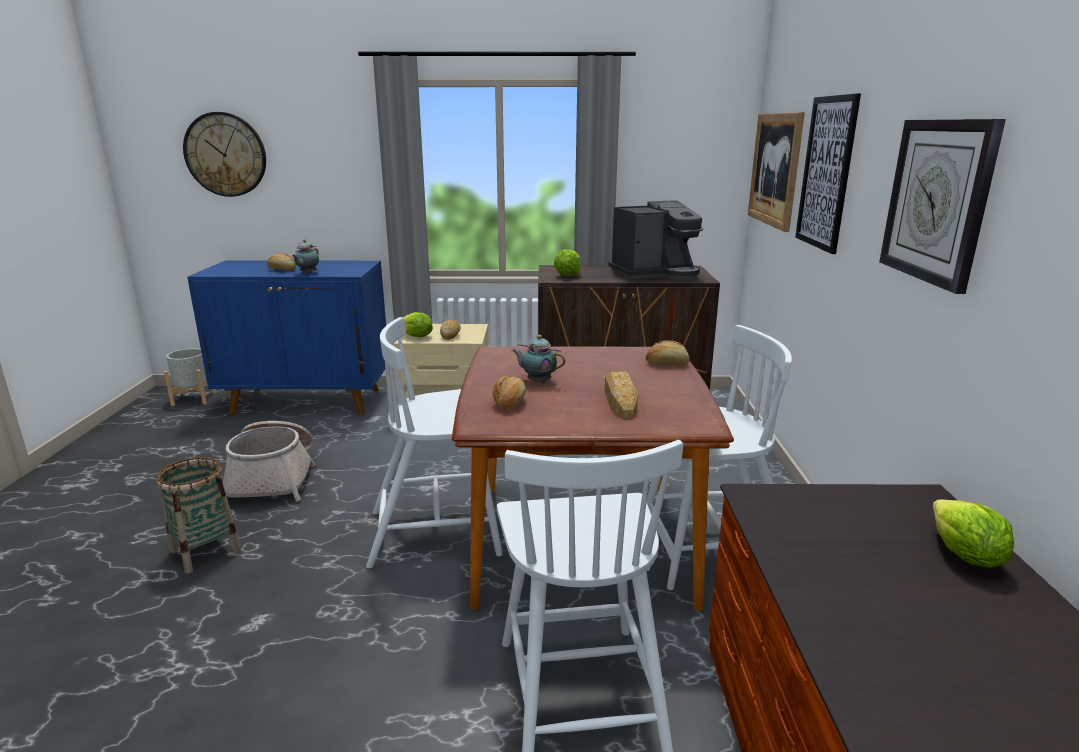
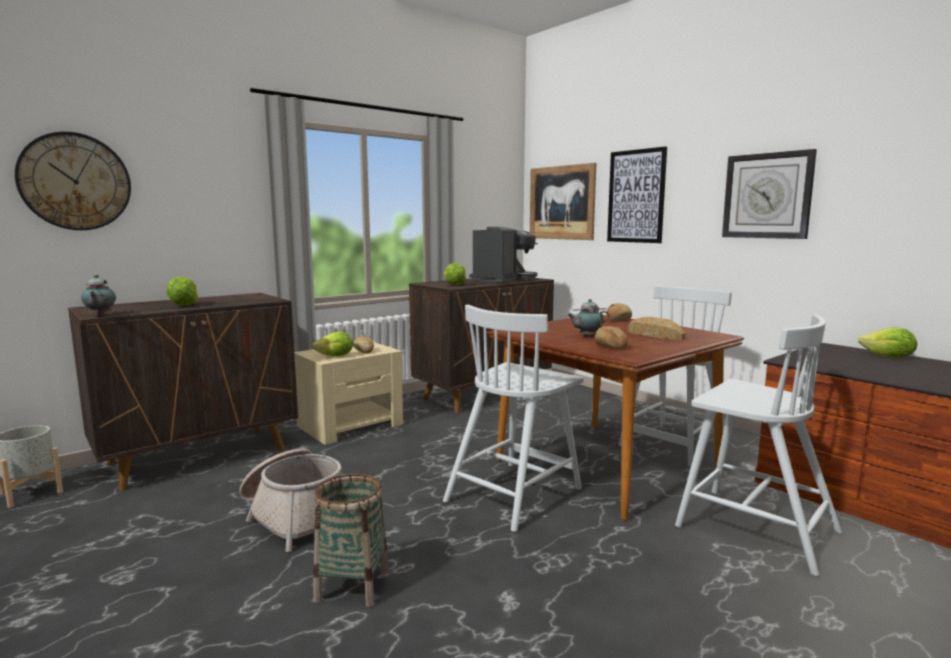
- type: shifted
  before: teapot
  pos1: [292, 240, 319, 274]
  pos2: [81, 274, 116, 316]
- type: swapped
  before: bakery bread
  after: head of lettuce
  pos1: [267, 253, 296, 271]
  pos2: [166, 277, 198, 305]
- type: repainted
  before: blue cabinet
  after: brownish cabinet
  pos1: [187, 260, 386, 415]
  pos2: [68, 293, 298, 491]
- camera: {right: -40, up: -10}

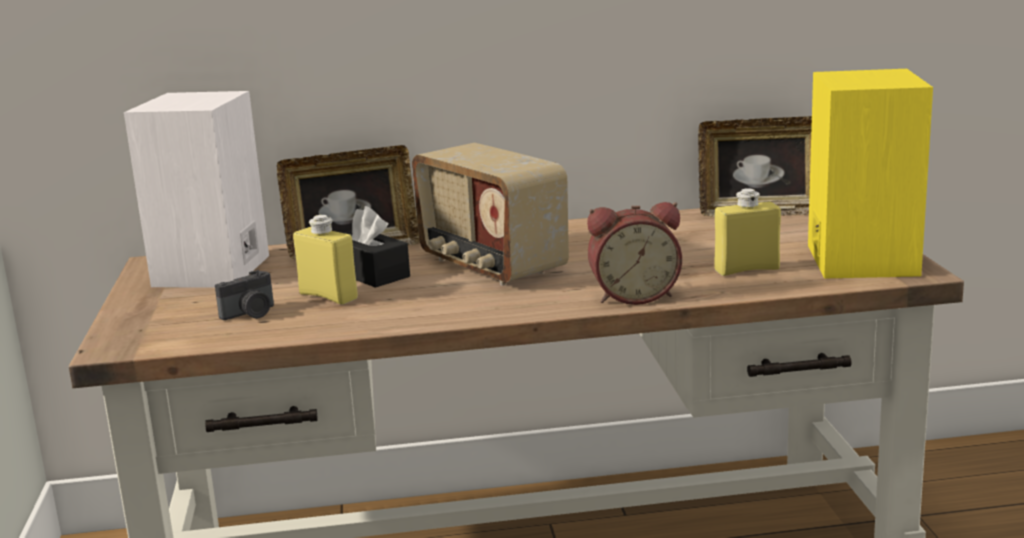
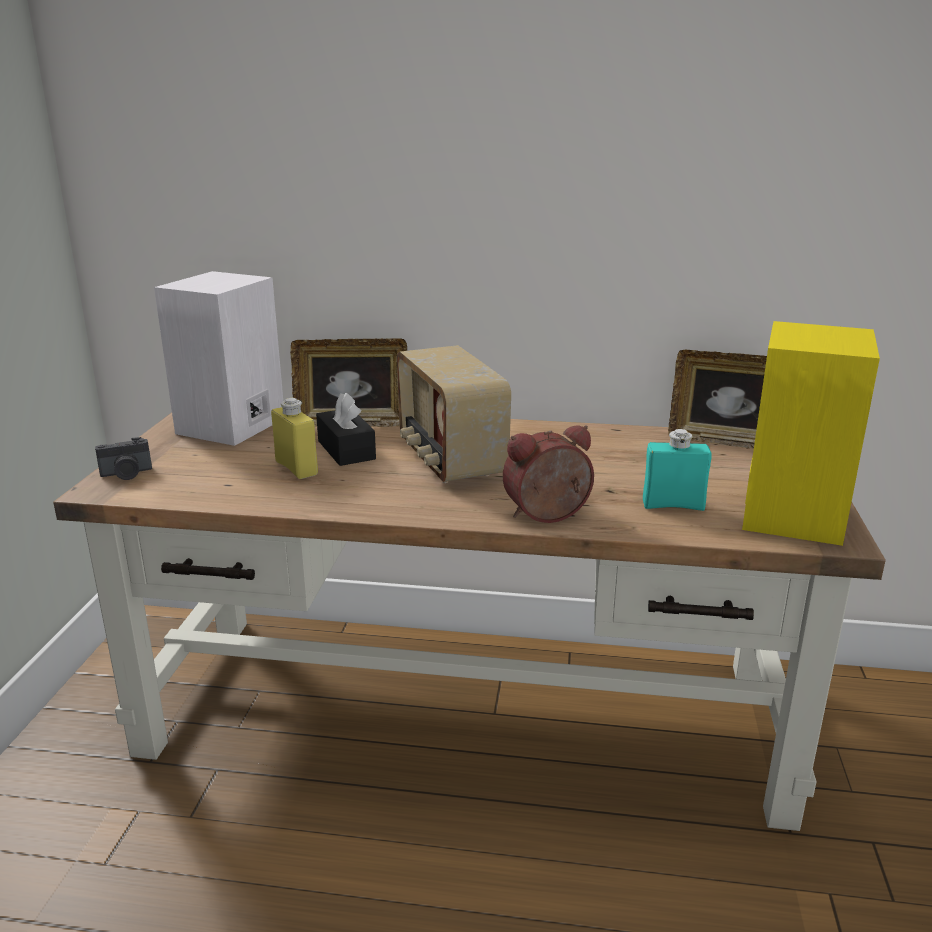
- type: repainted
  before: yellow-coloured bottle
  after: turquoise bottle
  pos1: [714, 188, 781, 276]
  pos2: [643, 429, 712, 511]
- type: rotated
  before: alarm clock
  pos1: [587, 202, 682, 305]
  pos2: [503, 425, 594, 523]
  turn: 150
- type: shifted
  before: photo camera
  pos1: [215, 270, 274, 320]
  pos2: [95, 437, 152, 480]
- camera: {right: 15, up: 5}

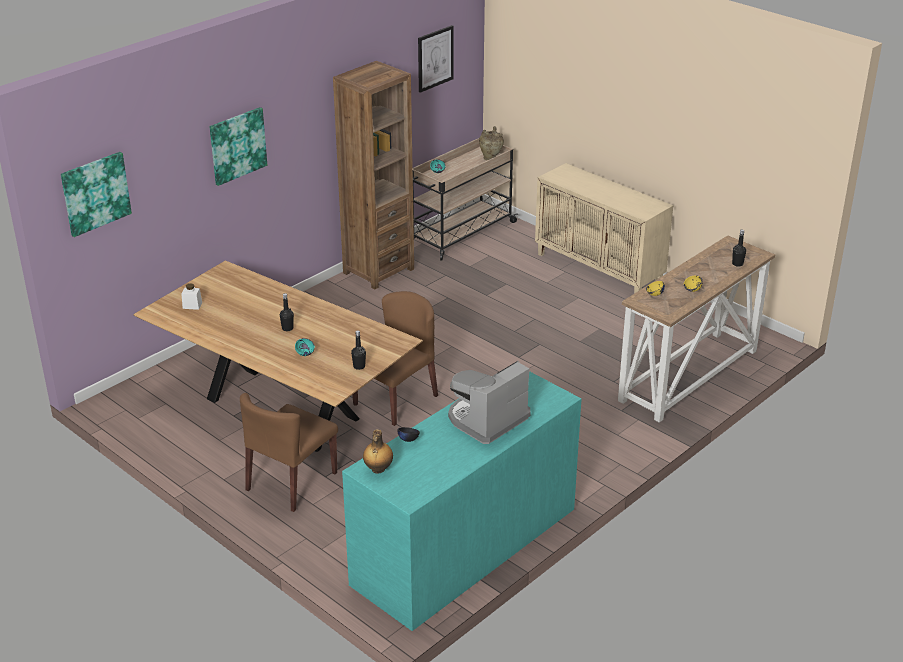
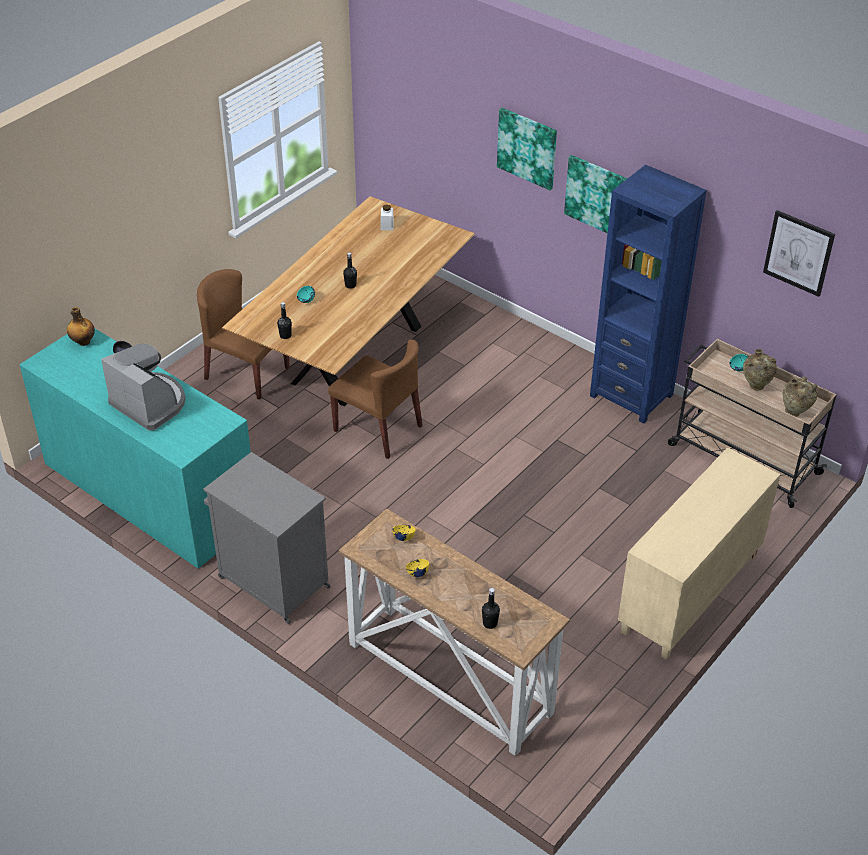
- type: repainted
  before: brownish bookcase
  after: blue bookcase
  pos1: [333, 61, 414, 290]
  pos2: [590, 165, 707, 424]
- type: shifted
  before: wall picture
  pos1: [61, 152, 132, 237]
  pos2: [564, 155, 628, 233]
- type: new
  after: beige flower vase
  pos2: [743, 349, 777, 390]
- type: new
  after: gray cabinet
  pos2: [203, 452, 331, 624]
- camera: {right: 85, up: 10}

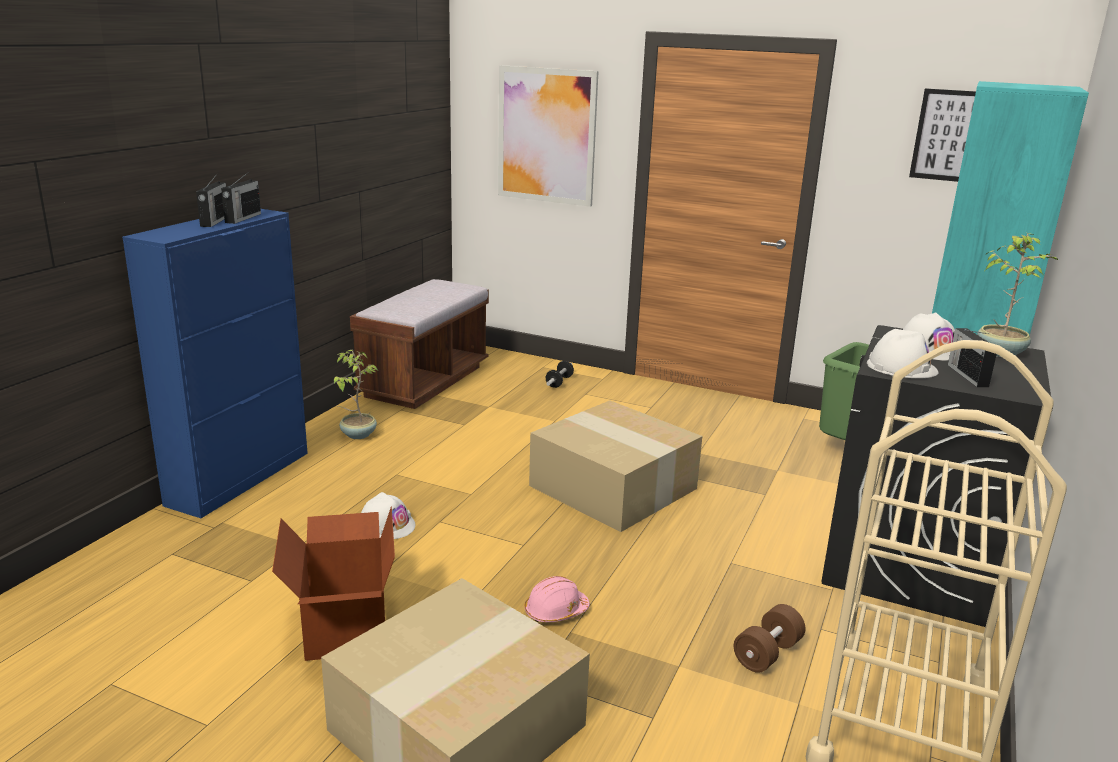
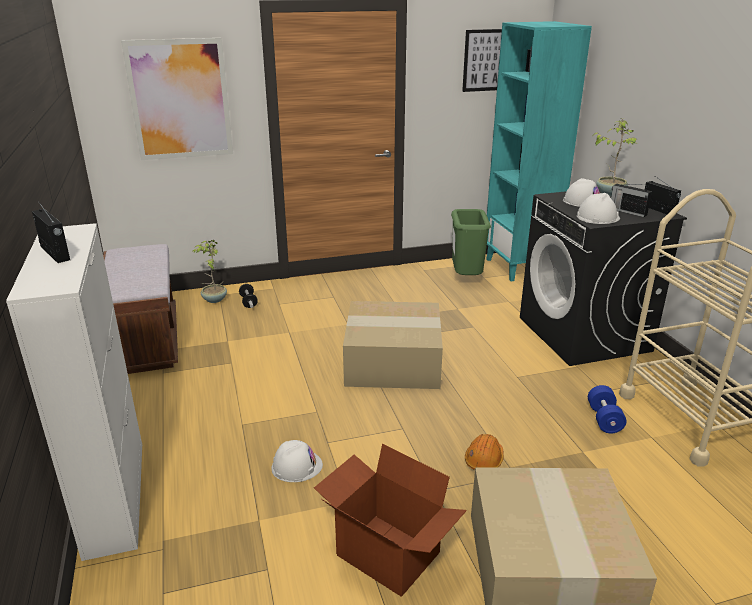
- type: shifted
  before: radio
  pos1: [221, 174, 261, 224]
  pos2: [645, 177, 681, 215]
- type: repainted
  before: blue cabinet
  after: white cabinet
  pos1: [122, 209, 308, 518]
  pos2: [6, 223, 142, 561]
- type: shifted
  before: plant in a pot
  pos1: [334, 350, 378, 439]
  pos2: [193, 240, 227, 303]
- type: repainted
  before: pink-coloured work helmet
  after: orange-coloured work helmet
  pos1: [524, 576, 590, 622]
  pos2: [465, 434, 504, 470]
- type: repainted
  before: brownish dumbbell
  after: blue dumbbell
  pos1: [734, 604, 805, 673]
  pos2: [588, 385, 626, 433]
- camera: {right: -40, up: 5}

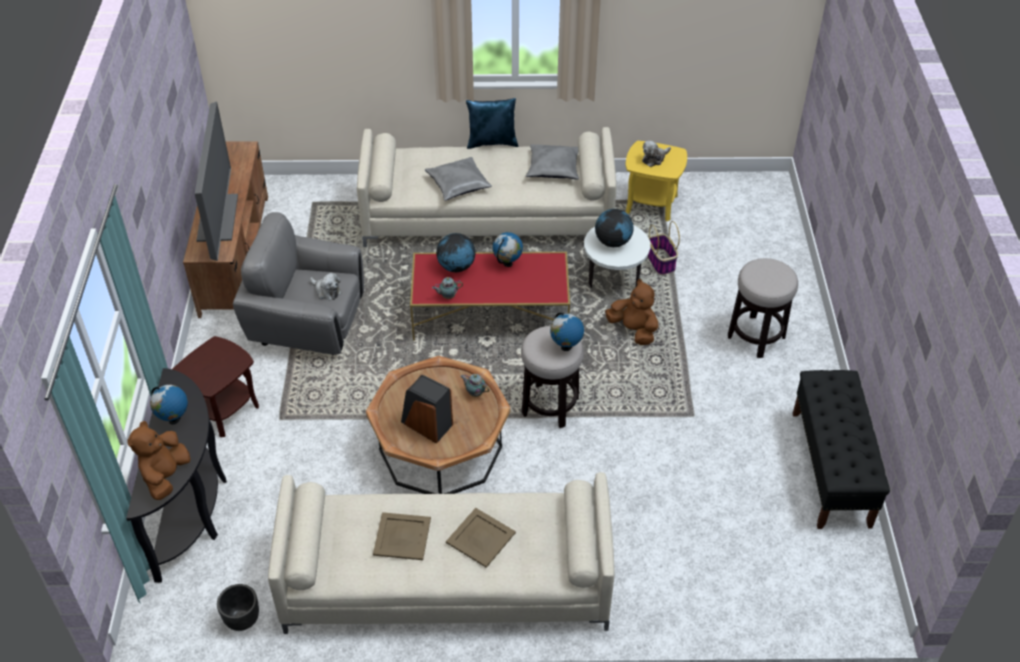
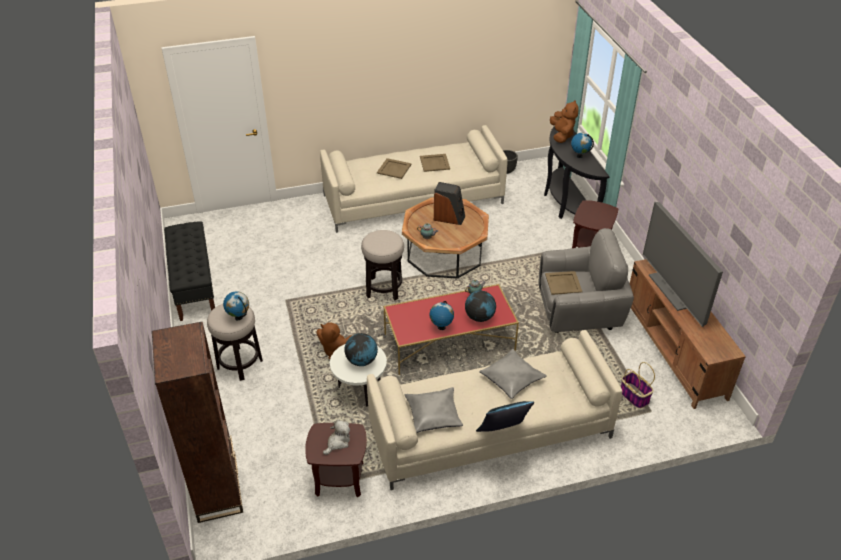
- type: repainted
  before: yellow-coloured accent table
  after: brownish accent table
  pos1: [625, 141, 687, 221]
  pos2: [305, 423, 367, 497]
- type: shifted
  before: household basket
  pos1: [648, 221, 680, 275]
  pos2: [621, 362, 655, 408]
- type: swapped
  before: soft toy
  after: beige carrying tray
  pos1: [310, 273, 342, 300]
  pos2: [545, 271, 582, 295]
- type: shifted
  before: globe
  pos1: [550, 313, 584, 351]
  pos2: [223, 291, 249, 320]
- type: new
  after: brownish bookcase
  pos2: [152, 321, 243, 523]
- camera: {right: 165, up: -5}

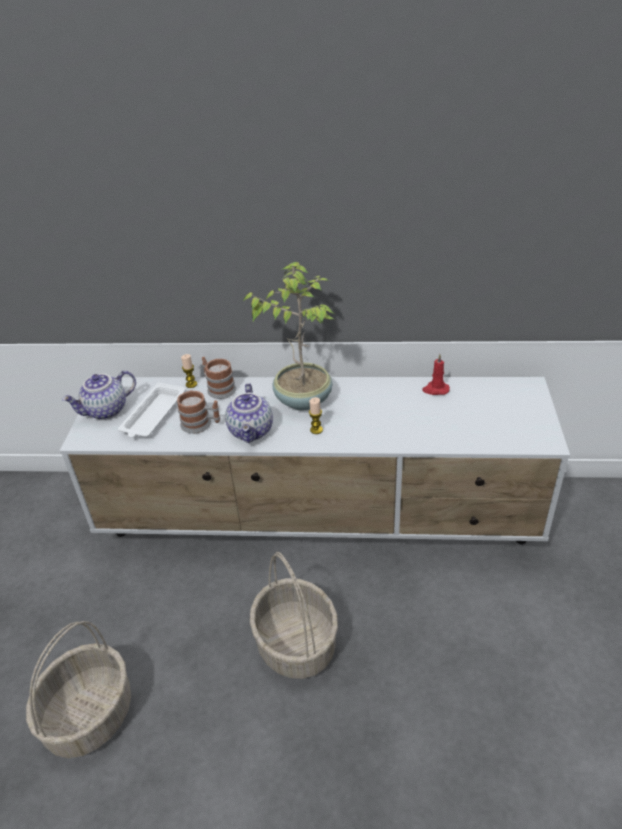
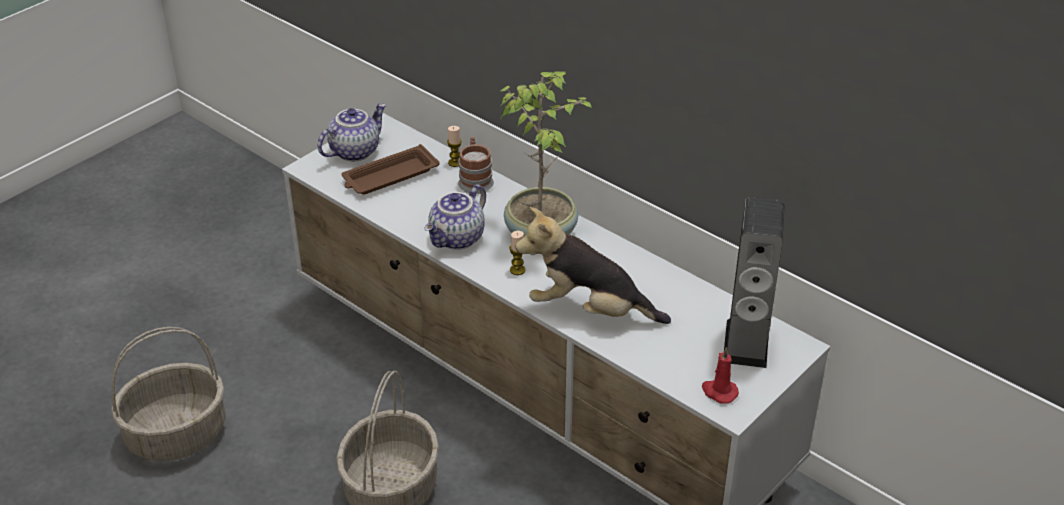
- type: shifted
  before: reddish candle
  pos1: [422, 354, 450, 395]
  pos2: [702, 347, 739, 404]
- type: rotated
  before: teapot
  pos1: [62, 370, 136, 420]
  pos2: [317, 104, 386, 161]
  turn: 135
- type: repainted
  before: white carrying tray
  after: brownish carrying tray
  pos1: [118, 383, 186, 438]
  pos2: [342, 144, 440, 195]
- type: gone
  before: tea mug
  pos1: [177, 390, 220, 434]
- type: new
  after: audio speaker
  pos2: [724, 197, 785, 368]
- type: new
  after: soft toy
  pos2: [515, 207, 671, 324]
- camera: {right: 35, up: 0}

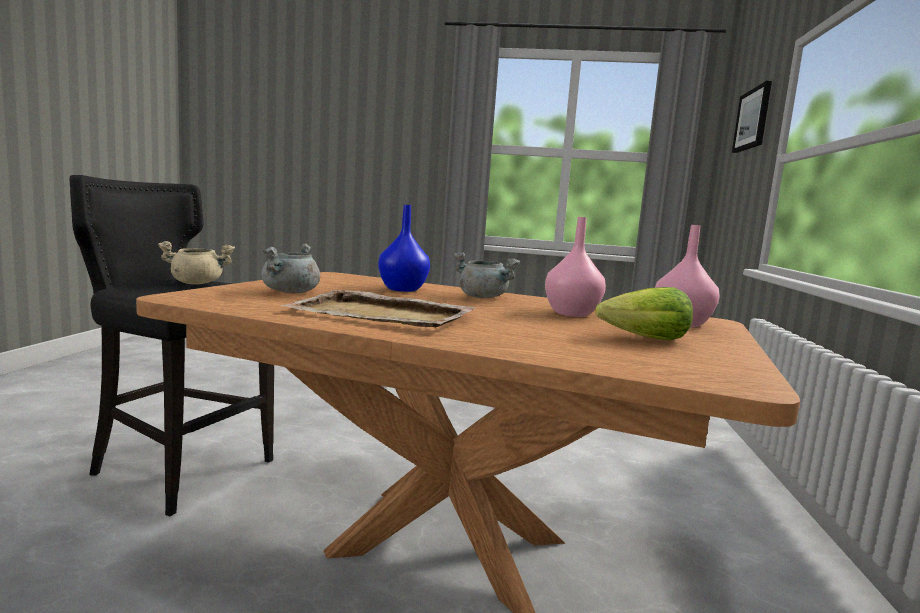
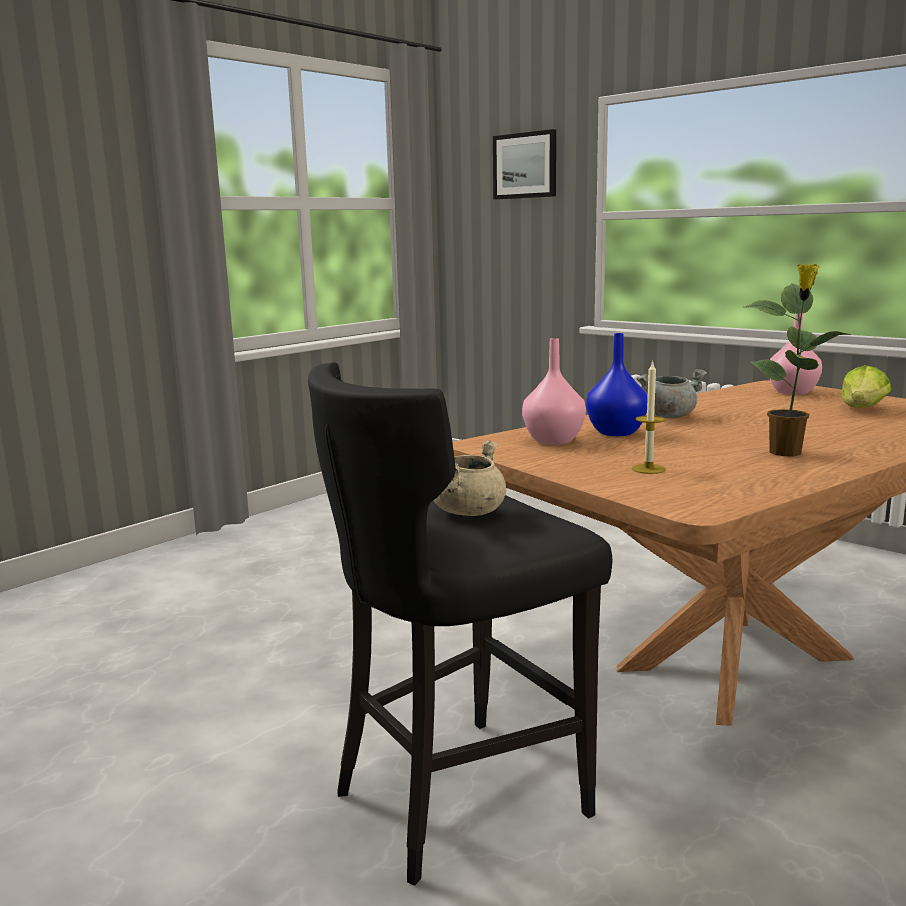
- type: shifted
  before: pink-coloured flower vase
  pos1: [545, 217, 606, 317]
  pos2: [522, 338, 586, 445]
- type: swapped
  before: gray cooking pot
  after: candle
  pos1: [261, 243, 320, 293]
  pos2: [632, 360, 666, 474]
- type: swapped
  before: beige carrying tray
  after: plant in a pot
  pos1: [281, 290, 476, 328]
  pos2: [744, 263, 851, 456]
- camera: {right: -55, up: 5}

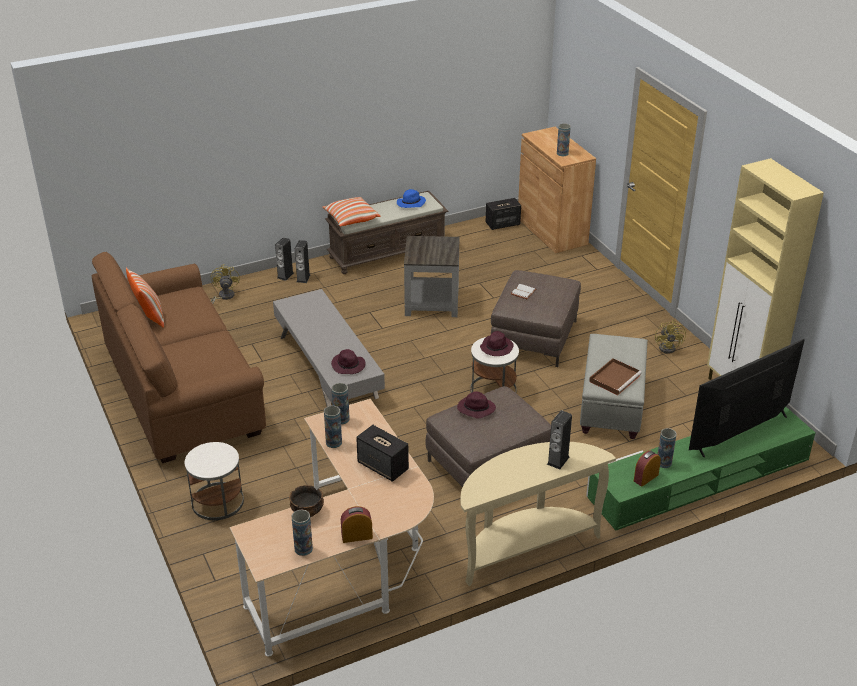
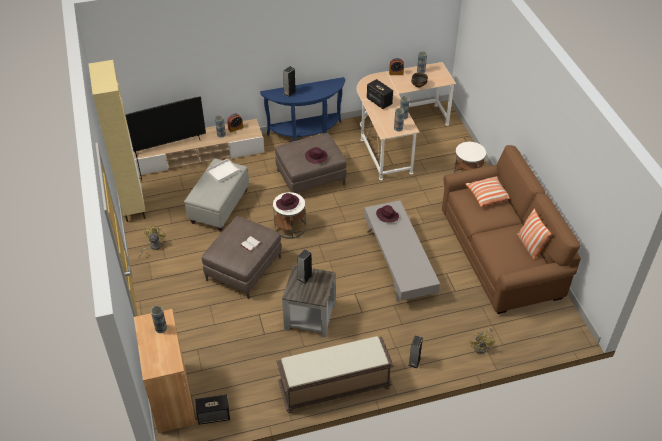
- type: gone
  before: blue hat
  pos1: [397, 189, 426, 208]
- type: shifted
  before: pillow
  pos1: [323, 197, 381, 226]
  pos2: [465, 176, 510, 207]
- type: shifted
  before: audio speaker
  pos1: [275, 237, 294, 281]
  pos2: [297, 249, 313, 284]
- type: repainted
  before: brownish carrying tray
  after: white carrying tray
  pos1: [589, 358, 642, 395]
  pos2: [206, 158, 240, 183]
- type: repainted
  before: greenish media console
  after: beige media console
  pos1: [586, 407, 816, 531]
  pos2: [134, 119, 264, 175]
- type: repainted
  before: beige hall table
  after: blue hall table
  pos1: [460, 442, 616, 586]
  pos2: [260, 77, 345, 141]
- camera: {right: -170, up: 10}

